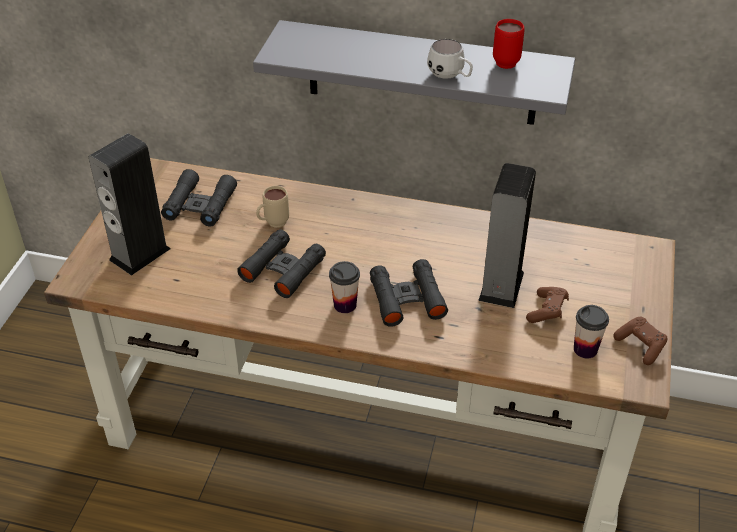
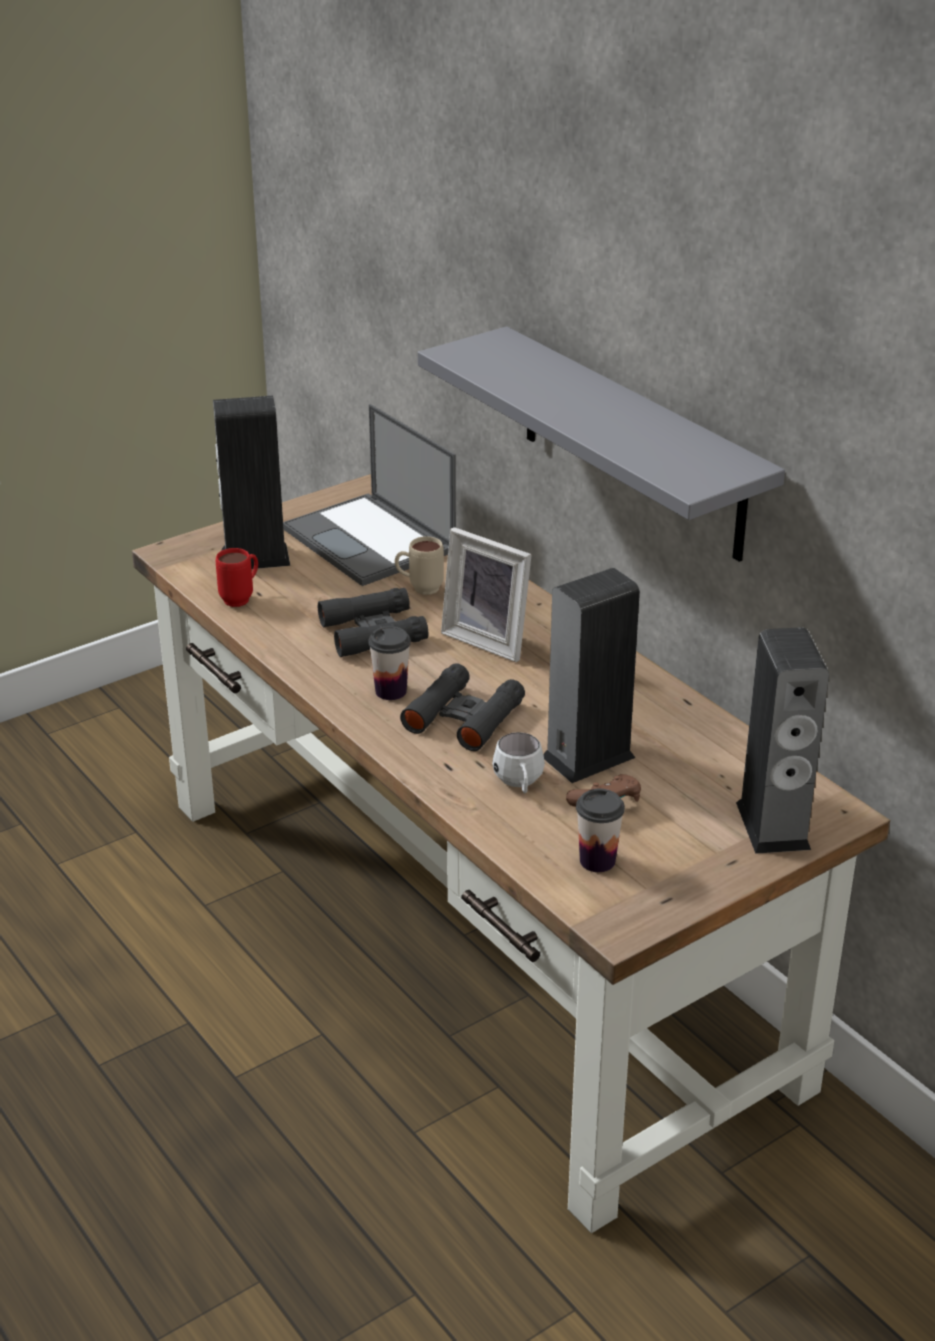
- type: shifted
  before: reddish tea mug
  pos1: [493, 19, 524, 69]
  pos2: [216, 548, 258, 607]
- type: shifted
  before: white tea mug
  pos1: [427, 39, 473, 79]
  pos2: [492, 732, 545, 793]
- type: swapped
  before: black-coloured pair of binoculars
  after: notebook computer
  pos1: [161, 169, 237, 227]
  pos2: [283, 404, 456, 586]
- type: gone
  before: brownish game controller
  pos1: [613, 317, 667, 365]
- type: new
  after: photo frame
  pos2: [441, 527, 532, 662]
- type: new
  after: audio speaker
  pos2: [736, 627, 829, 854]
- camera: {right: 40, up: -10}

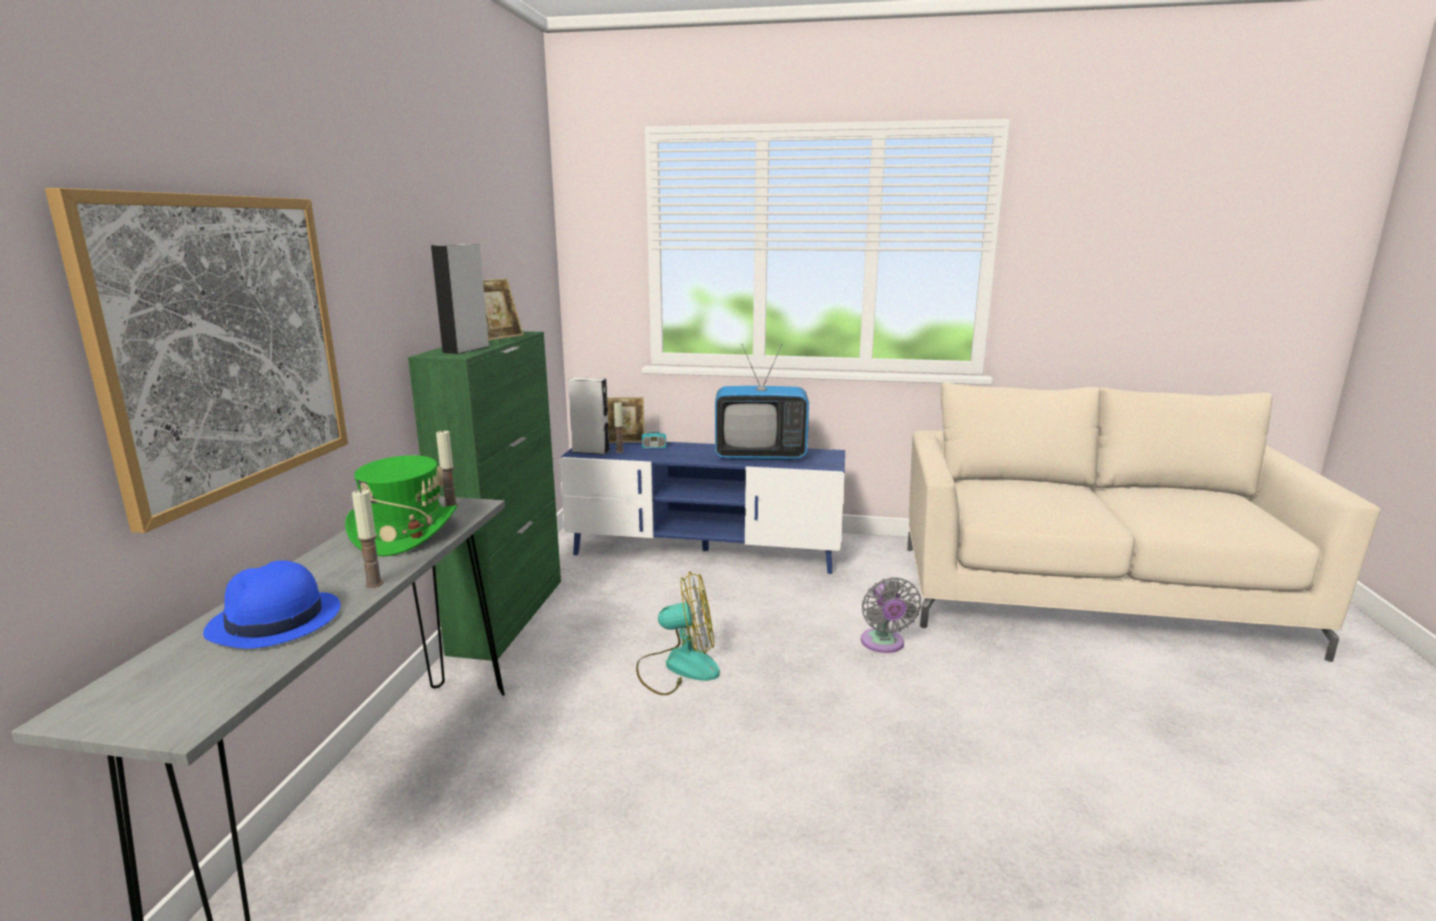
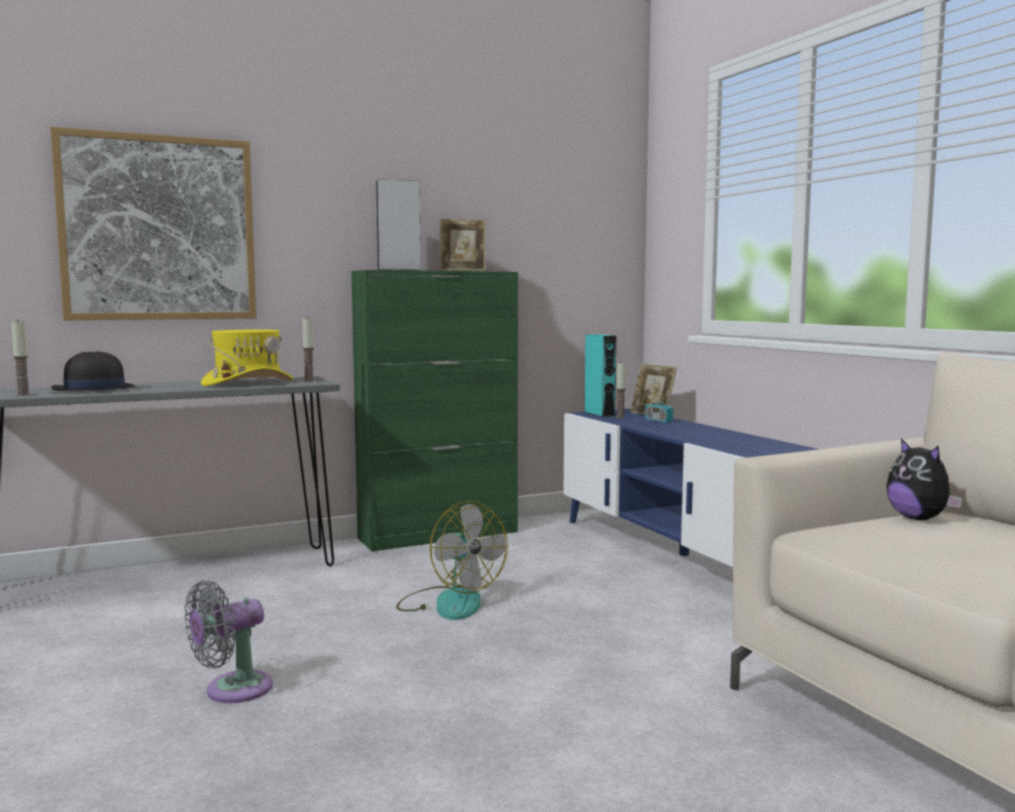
- type: gone
  before: television
  pos1: [715, 344, 809, 460]
- type: repainted
  before: gray audio speaker
  after: turquoise audio speaker
  pos1: [568, 377, 610, 455]
  pos2: [585, 334, 616, 417]
- type: repainted
  before: greenish hat
  after: yellow-coloured hat
  pos1: [345, 455, 457, 556]
  pos2: [201, 329, 293, 386]
- type: shifted
  before: candle
  pos1: [352, 489, 383, 588]
  pos2: [11, 319, 31, 396]
- type: repainted
  before: blue hat
  after: black-coloured hat
  pos1: [203, 560, 340, 649]
  pos2: [51, 351, 137, 391]
- type: shifted
  before: gray fan
  pos1: [861, 577, 921, 653]
  pos2: [184, 580, 273, 703]
- type: new
  after: soft toy
  pos2: [886, 438, 962, 520]
- camera: {right: 55, up: -10}

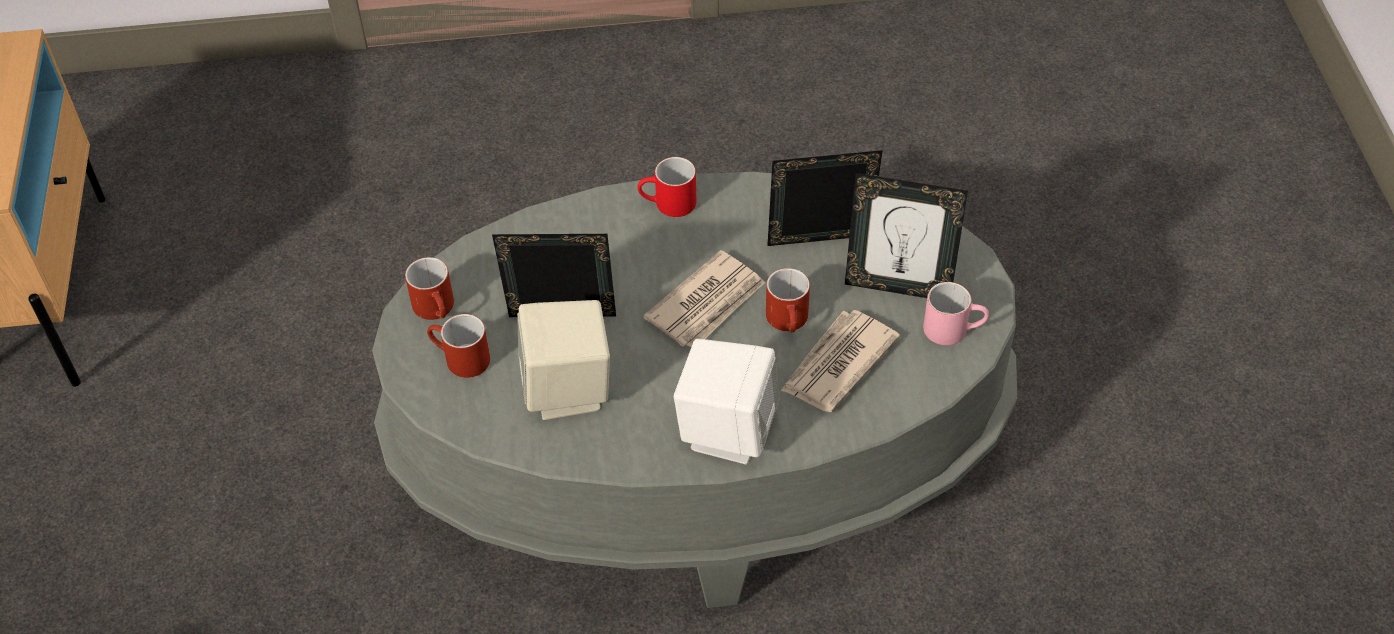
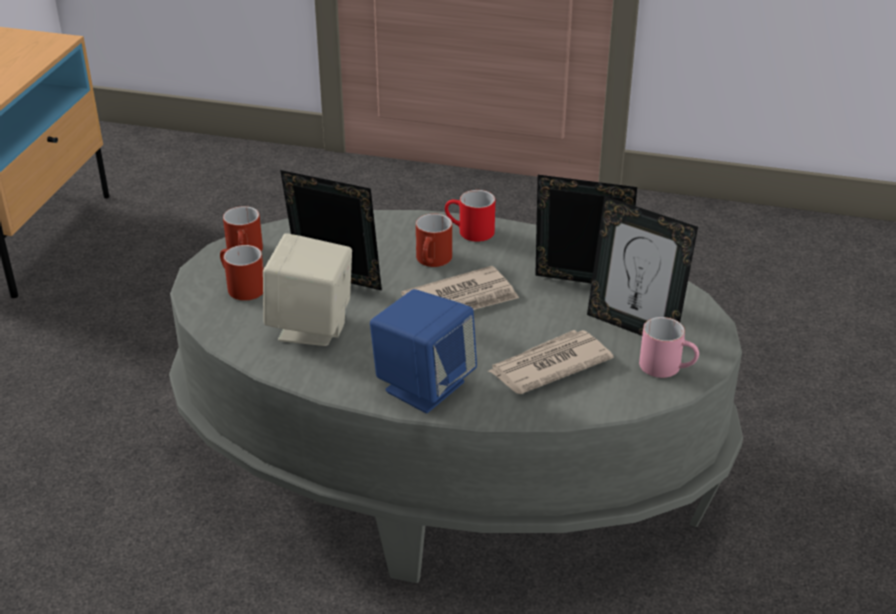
- type: shifted
  before: reddish tea mug
  pos1: [766, 268, 810, 332]
  pos2: [416, 214, 452, 267]
- type: repainted
  before: white audio speaker
  after: blue audio speaker
  pos1: [674, 339, 779, 464]
  pos2: [370, 289, 477, 413]
- camera: {right: 20, up: -15}

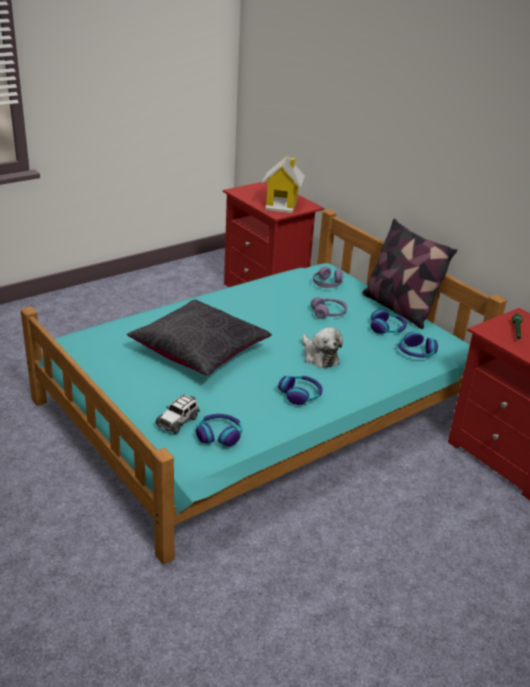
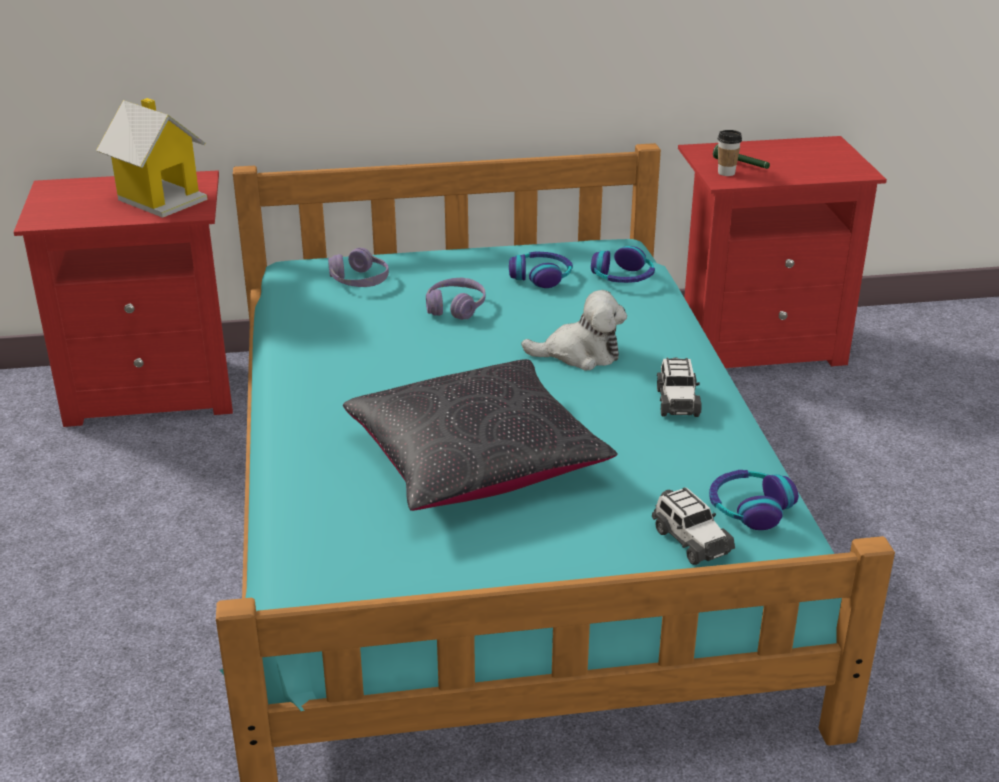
- type: gone
  before: pillow
  pos1: [362, 218, 457, 329]
- type: swapped
  before: headphones
  after: model car
  pos1: [278, 376, 322, 405]
  pos2: [657, 357, 702, 417]
- type: new
  after: small cup
  pos2: [718, 130, 742, 176]
- camera: {right: -60, up: 0}

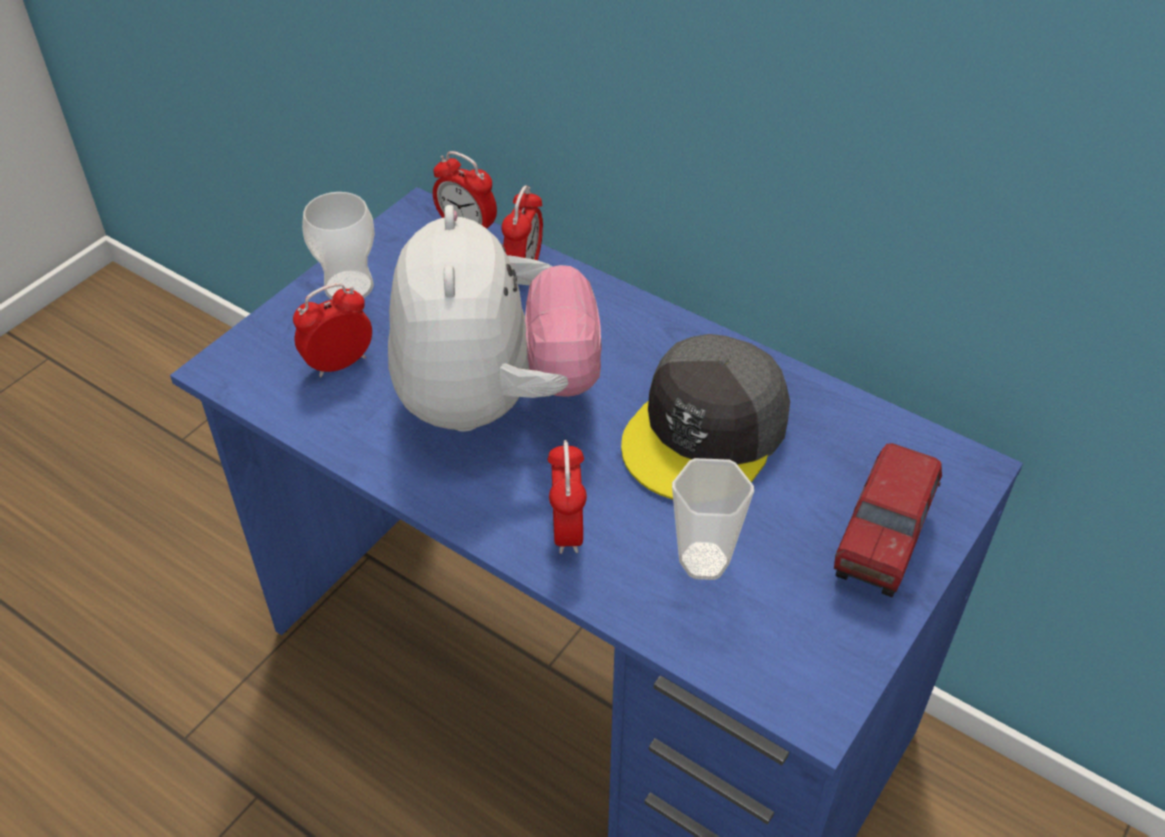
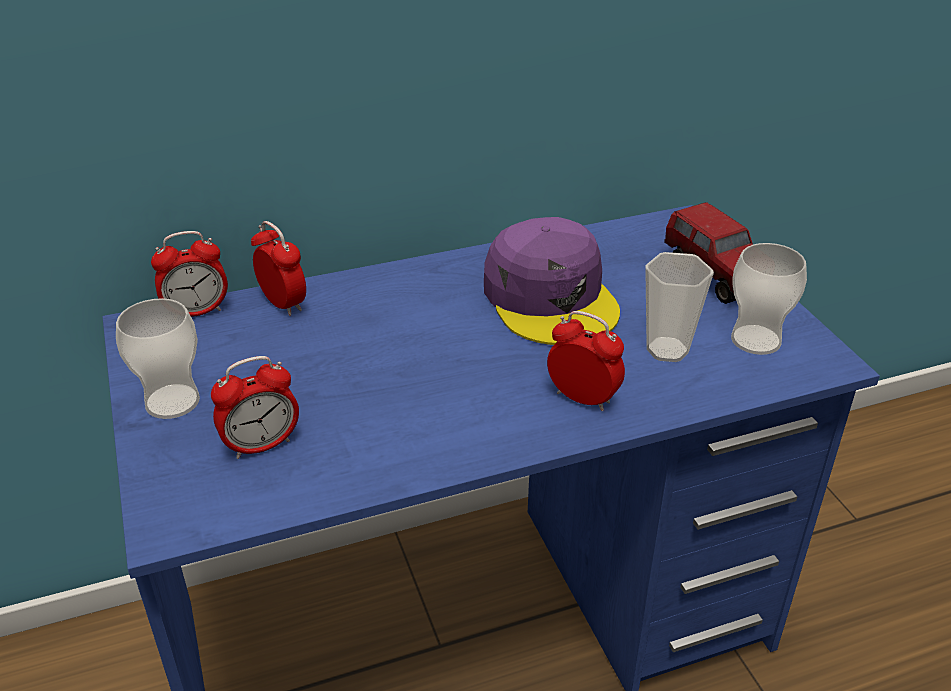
- type: gone
  before: soft toy
  pos1: [388, 205, 602, 432]
- type: rotated
  before: alarm clock
  pos1: [293, 283, 372, 377]
  pos2: [211, 356, 299, 459]
  turn: -120
- type: repainted
  before: gray cap
  after: purple cap
  pos1: [621, 334, 790, 499]
  pos2: [484, 217, 620, 345]
- type: new
  after: small cup
  pos2: [731, 243, 807, 355]
- camera: {right: -55, up: -10}

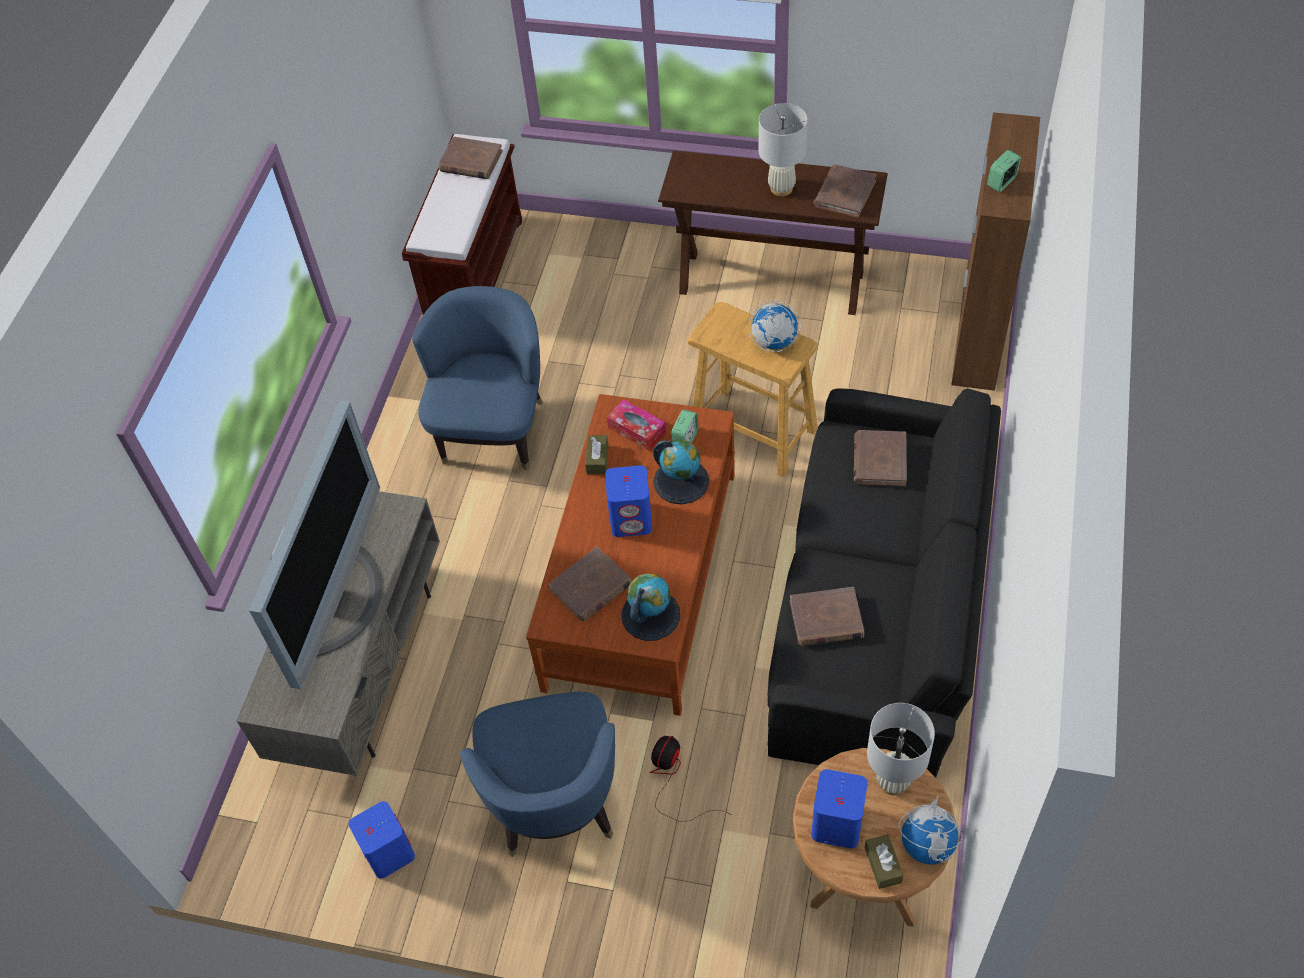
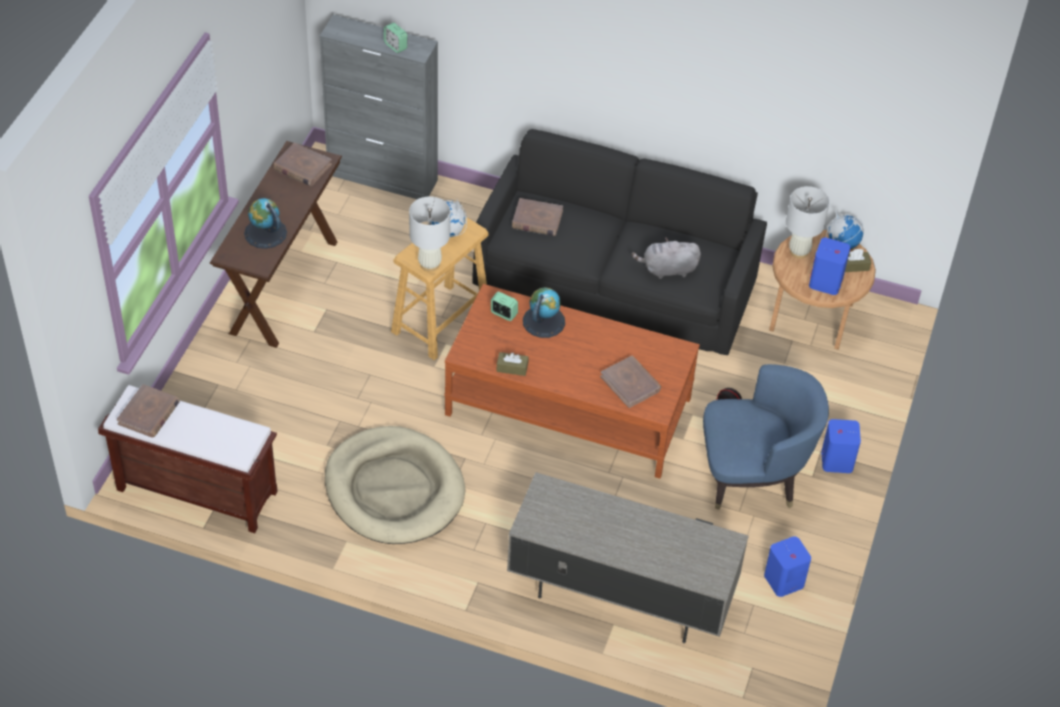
- type: shifted
  before: white tabletop lamp
  pos1: [759, 103, 808, 196]
  pos2: [409, 196, 450, 271]
- type: repainted
  before: brownish cabinet
  after: gray cabinet
  pos1: [951, 112, 1040, 391]
  pos2: [320, 15, 438, 199]
- type: swapped
  before: blue easy chair
  after: beige dog cushion
  pos1: [412, 286, 543, 470]
  pos2: [325, 426, 465, 544]
- type: gone
  before: box of tissues
  pos1: [607, 399, 666, 451]
- type: gone
  before: television
  pos1: [249, 400, 382, 689]
- type: shifted
  before: blue audio speaker
  pos1: [605, 465, 652, 537]
  pos2: [821, 419, 861, 473]
- type: shifted
  before: globe
  pos1: [622, 573, 680, 641]
  pos2: [244, 198, 287, 249]
- type: swapped
  before: brownish volume
  after: gray soft toy
  pos1: [790, 587, 864, 646]
  pos2: [632, 237, 701, 279]
- camera: {right: -90, up: -5}

